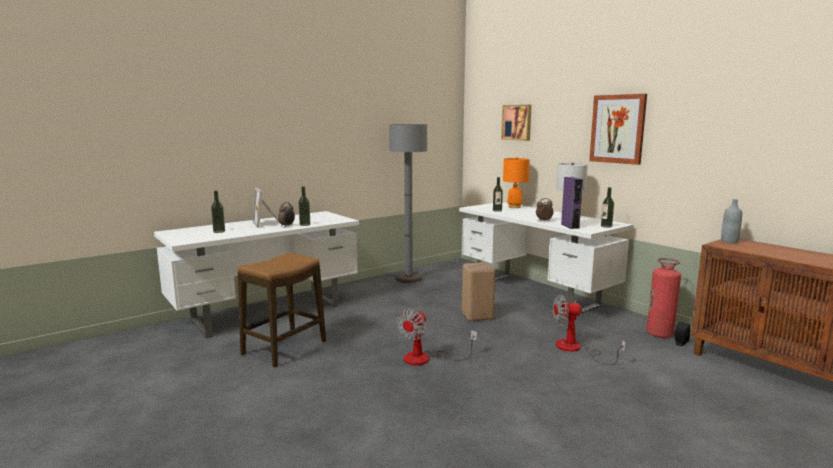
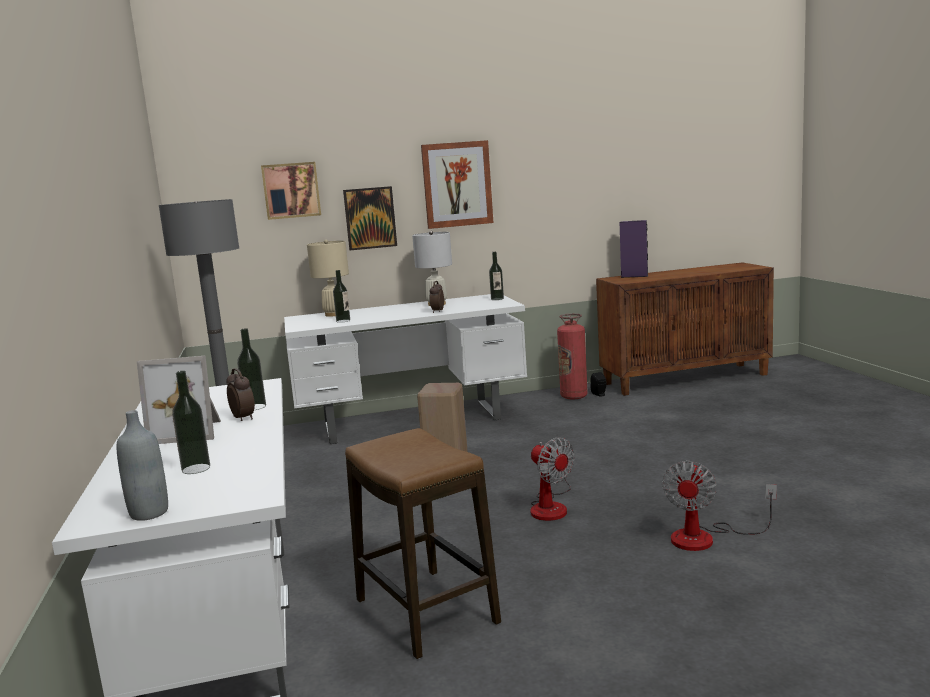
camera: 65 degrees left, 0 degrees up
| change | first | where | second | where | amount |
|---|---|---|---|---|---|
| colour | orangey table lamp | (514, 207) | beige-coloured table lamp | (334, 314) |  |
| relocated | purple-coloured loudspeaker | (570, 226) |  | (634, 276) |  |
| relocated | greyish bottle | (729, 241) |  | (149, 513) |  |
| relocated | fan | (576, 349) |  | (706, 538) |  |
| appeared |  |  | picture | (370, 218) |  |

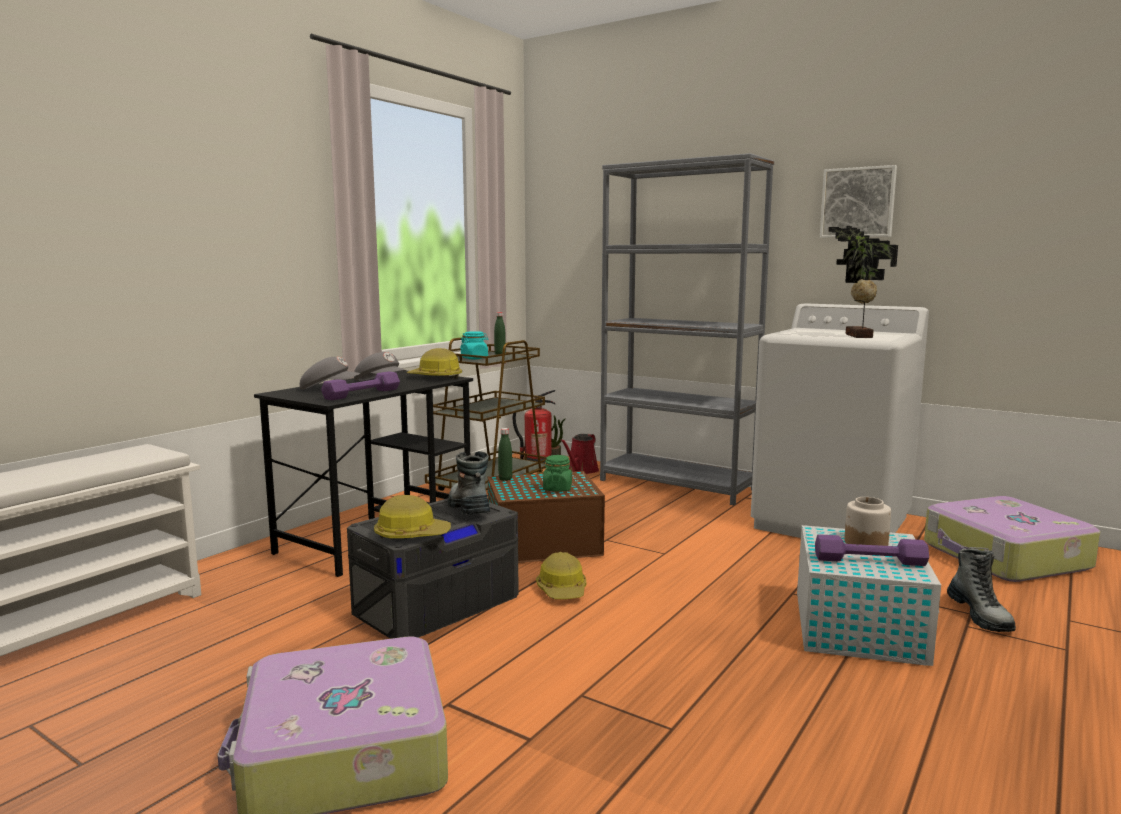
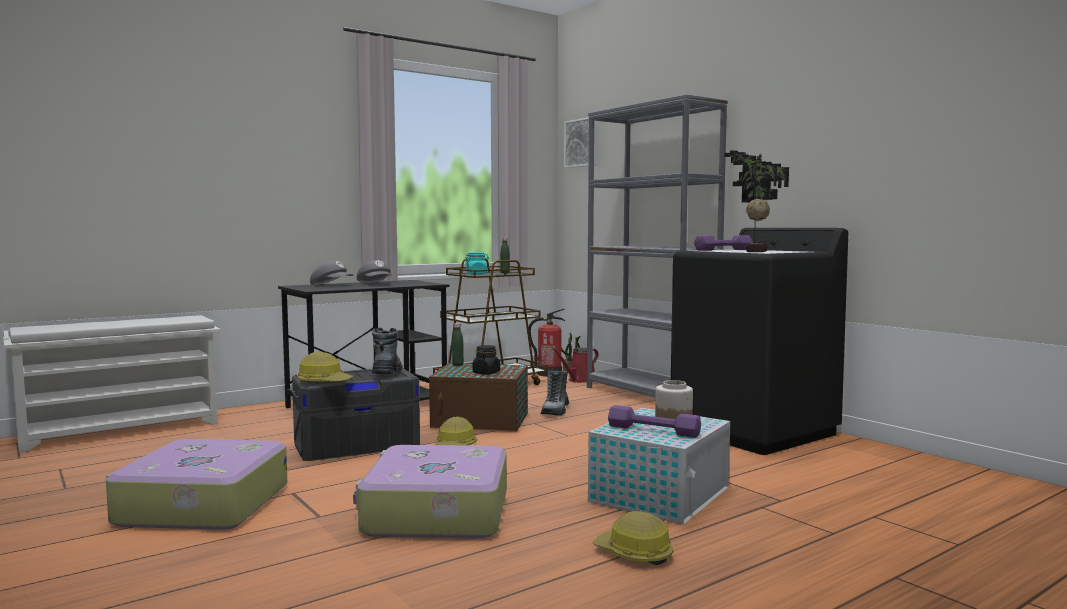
camera: 20 degrees right, 5 degrees down
| change | first | where | second | where | amount |
|---|---|---|---|---|---|
| relocated | picture | (858, 203) |  | (582, 143) |  |
| colour | white laundry appliance | (832, 522) | black-coloured laundry appliance | (754, 431) |  |
| relocated | hard hat | (435, 377) |  | (634, 554) |  |
| relocated | purple-coloured free weight | (362, 394) |  | (723, 250) |  |
| colour | green-coloured jar | (557, 488) | black-coloured jar | (486, 373) |  |
| relocated | suitcase | (1005, 557) |  | (435, 513) |  |
| relocated | high-top boot | (980, 615) |  | (555, 411) |  |

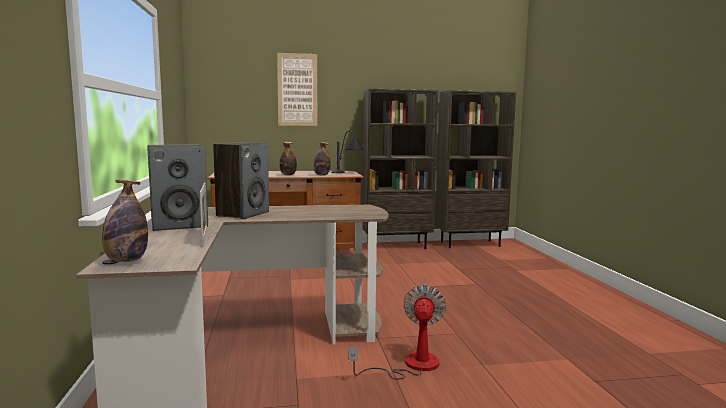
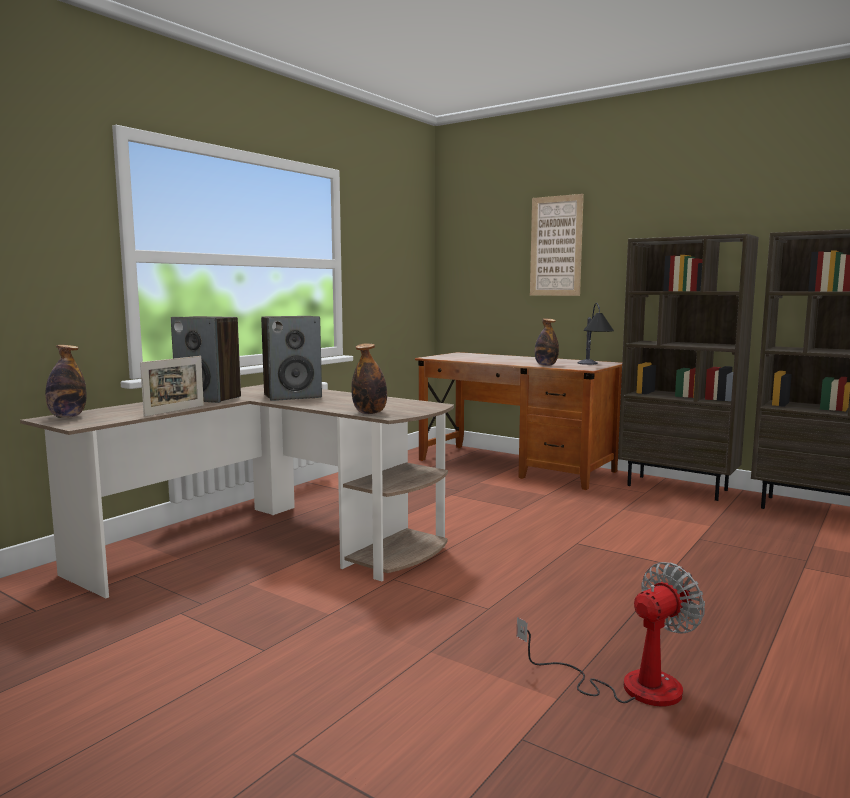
camera: 45 degrees right, 0 degrees up
| change | first | where | second | where | amount |
|---|---|---|---|---|---|
| relocated | bottle | (288, 175) |  | (370, 413) |  |
| relocated | fan | (410, 365) |  | (629, 685) |  |

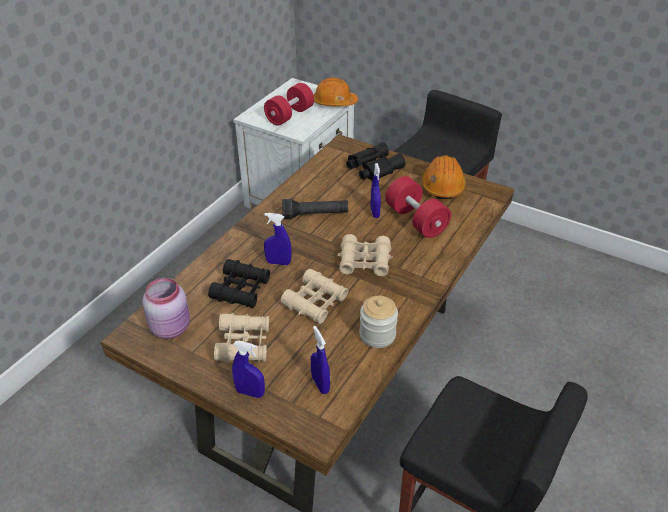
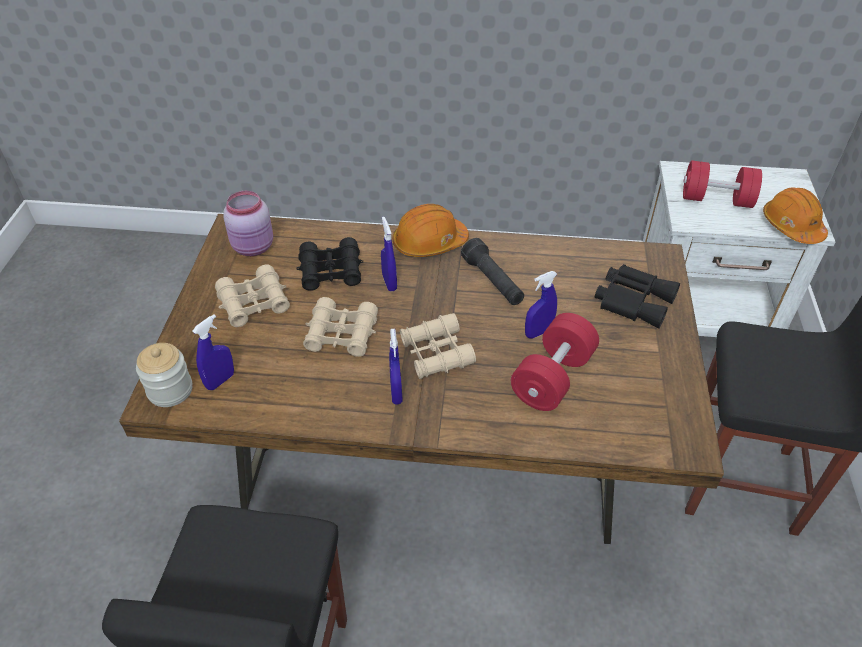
camera: 65 degrees right, 5 degrees up
| change | first | where | second | where | amount |
|---|---|---|---|---|---|
| relocated | orangey hard hat | (442, 186) |  | (429, 243) |  |
| relocated | jar | (377, 335) |  | (170, 390) |  |
| relocated | blue hand sprayer | (250, 392) |  | (396, 393) |  |

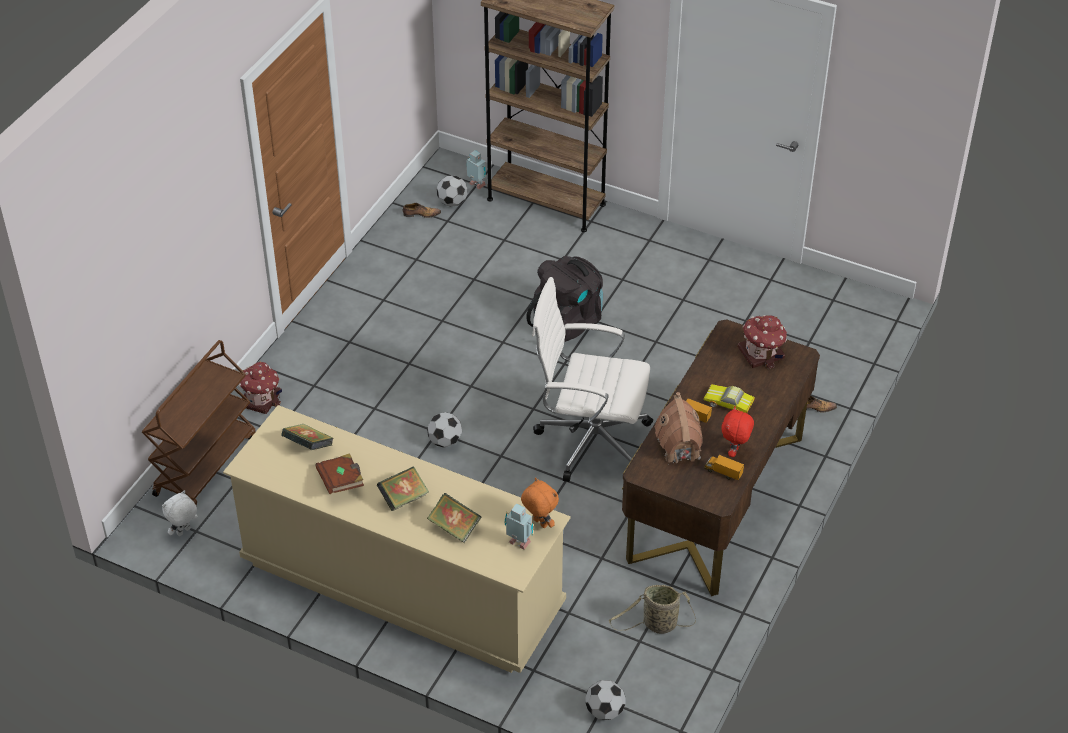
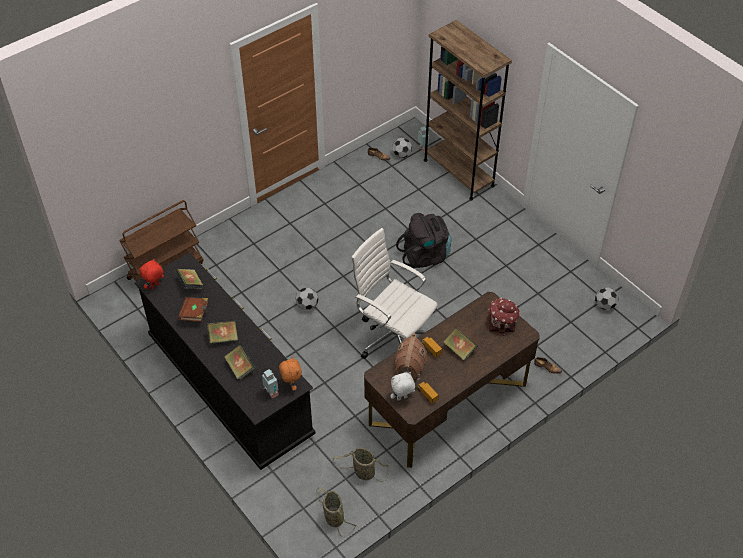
camera: 25 degrees right, 5 degrees up
| change | first | where | second | where | amount |
|---|---|---|---|---|---|
| missing | miniature house | (260, 398) |  |  |  |
| exchanged | model car | (728, 403) | book | (459, 349) |  |
| colour | beige-coloured drawer chest | (402, 584) | black-coloured drawer chest | (230, 386) |  |
| relocated | reddish cuddly toy | (735, 452) |  | (155, 287) |  |
| relocated | white cuddly toy | (184, 532) |  | (402, 398) |  |
| relocated | ball for football | (604, 711) |  | (604, 305) |  |
| appeared |  |  | basket | (333, 517) |  |

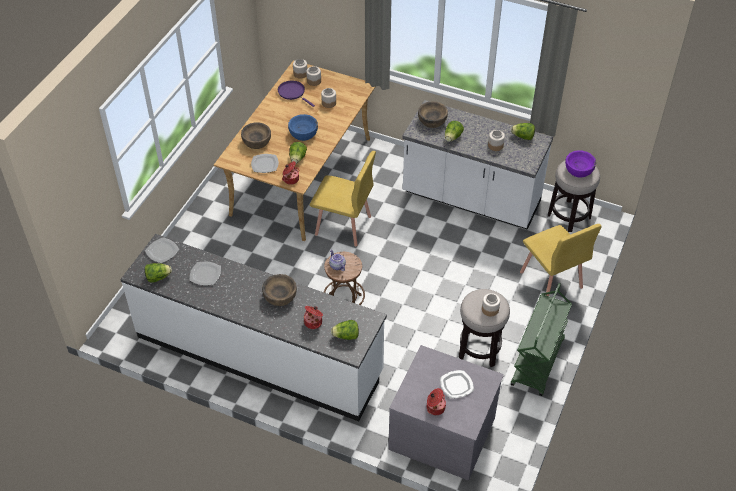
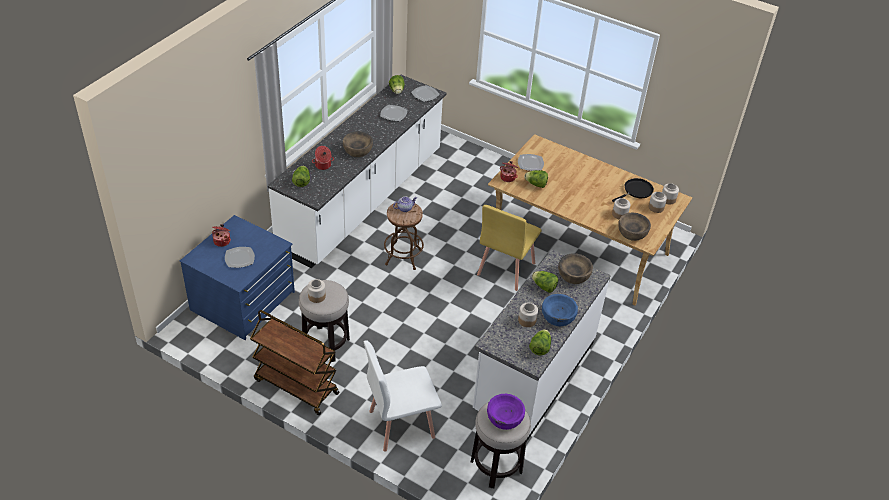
camera: 95 degrees right, 5 degrees down
| change | first | where | second | where | amount |
|---|---|---|---|---|---|
| colour | purple-coloured frying pan | (293, 93) | black-coloured frying pan | (636, 191) |  |
| relocated | blue deep dish | (303, 133) |  | (558, 317) |  |
| relocated | brown deep dish | (256, 141) |  | (632, 232) |  |
| colour | yellow upright chair | (551, 280) | white upright chair | (400, 424) |  |
| colour | green-coloured wheeled cart | (538, 363) | brown wheeled cart | (295, 386) |  |
| colour | greyish drawer chest | (443, 432) | blue drawer chest | (244, 301) |  |

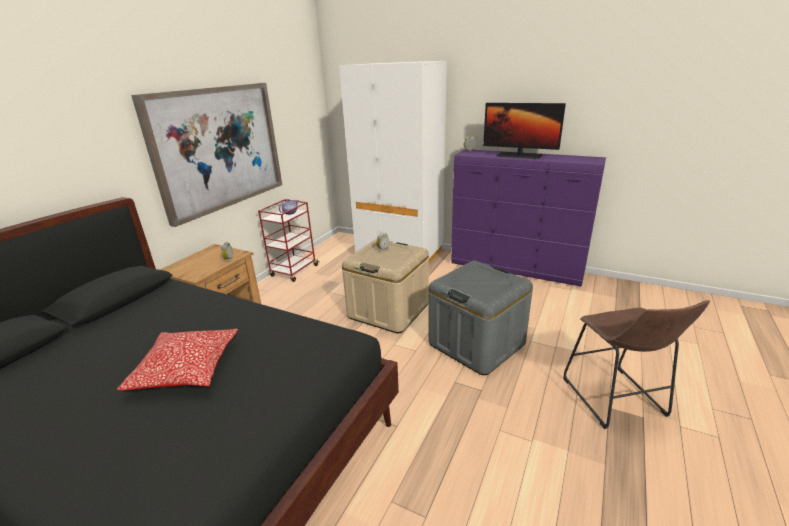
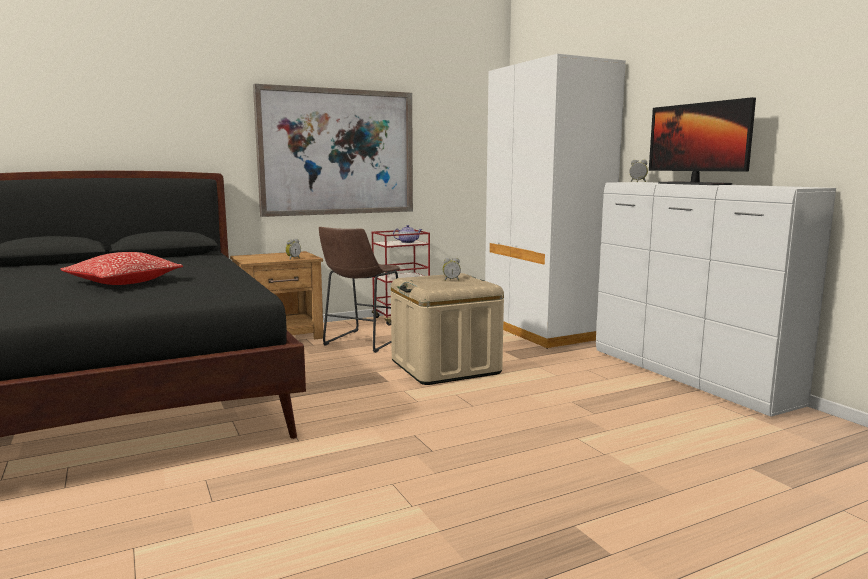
camera: 35 degrees right, 15 degrees down
| change | first | where | second | where | amount |
|---|---|---|---|---|---|
| colour | purple-coloured drawer chest | (516, 269) | white drawer chest | (687, 377) |  |
| missing | greyish storage container | (476, 343) |  |  |  |
| relocated | brown sitting stool | (615, 401) |  | (362, 342) |  |

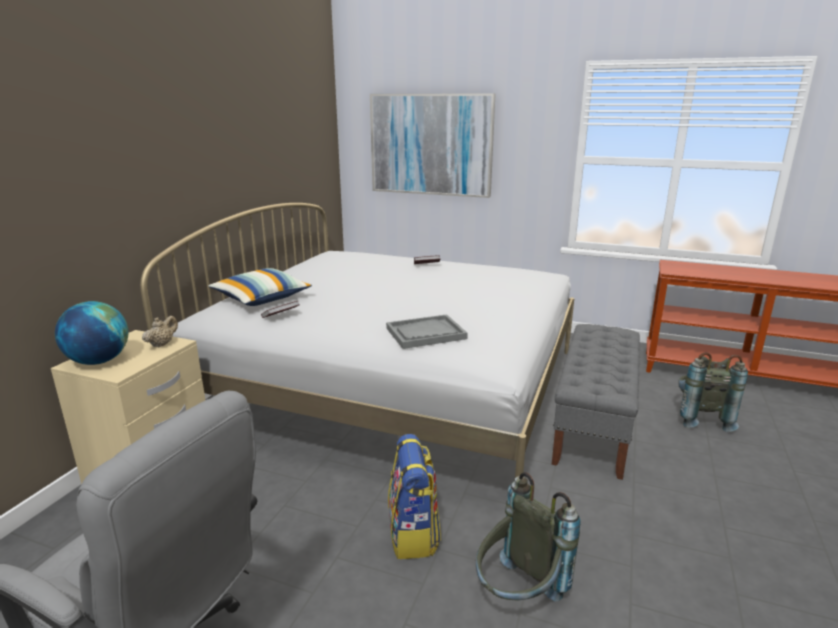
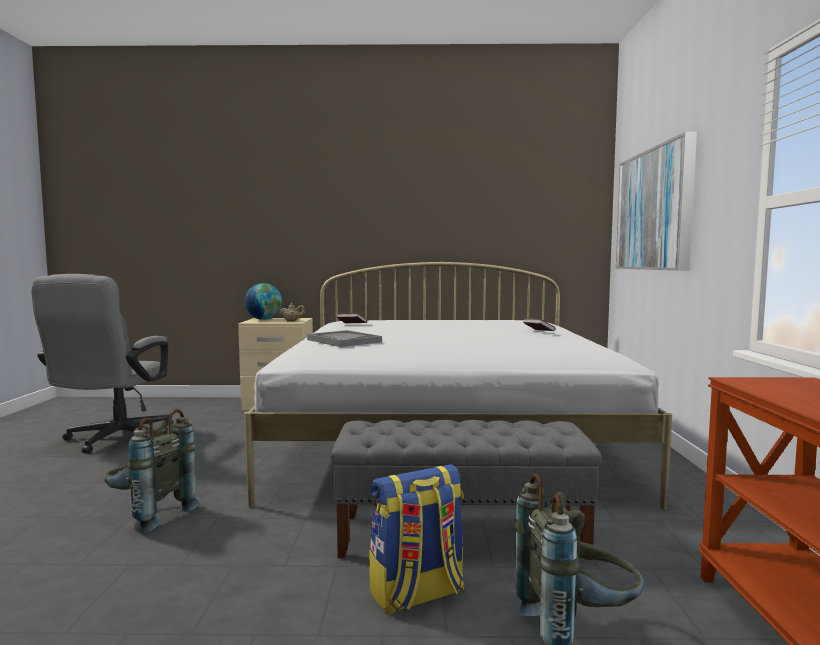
camera: 70 degrees right, 15 degrees down
| change | first | where | second | where | amount |
|---|---|---|---|---|---|
| missing | pillow | (261, 298) |  |  |  |
| relocated | knapsack | (414, 534) |  | (417, 594) |  |

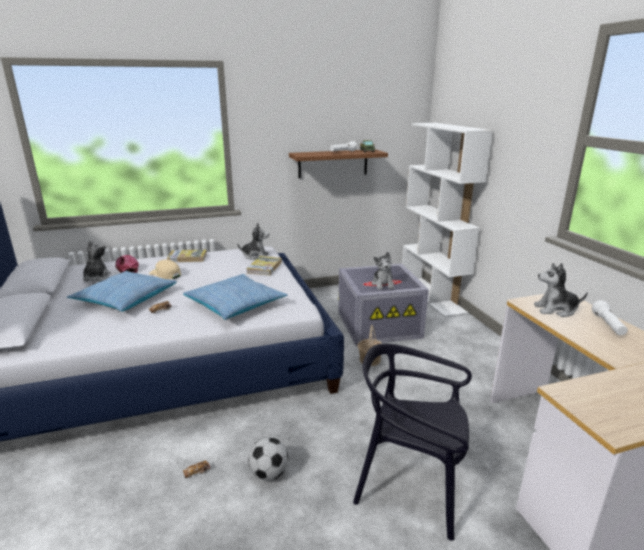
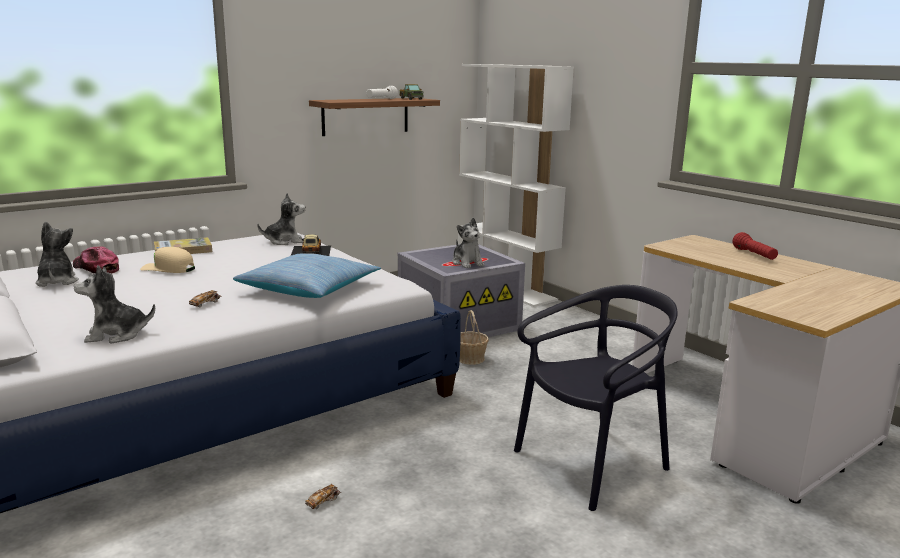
camera: 20 degrees left, 5 degrees down
| change | first | where | second | where | amount |
|---|---|---|---|---|---|
| exchanged | book | (264, 267) | model car | (310, 251) |  |
| relocated | cuddly toy | (555, 310) |  | (116, 335) |  |
| missing | pillow | (125, 298) |  |  |  |
| colour | white flashlight | (608, 325) | reddish flashlight | (754, 255) |  |
| spun | black-coloured upright chair | (410, 486) |  | (592, 464) | 150 degrees clockwise |
| missing | ball for football | (269, 474) |  |  |  |

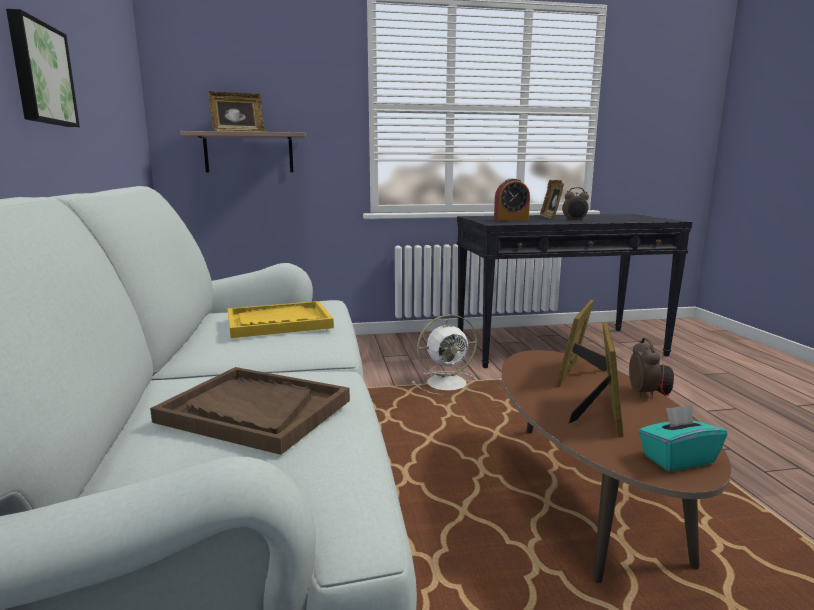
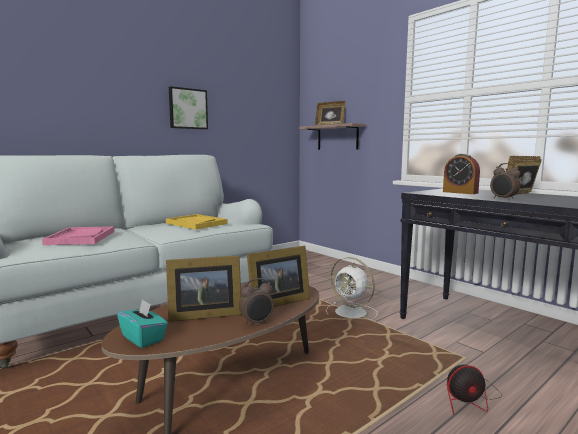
camera: 60 degrees right, 5 degrees down
| change | first | where | second | where | amount |
|---|---|---|---|---|---|
| spun | standing frame | (578, 373) |  | (276, 302) | 150 degrees clockwise |
| colour | brown serving tray | (254, 411) | pink serving tray | (81, 237) |  |

